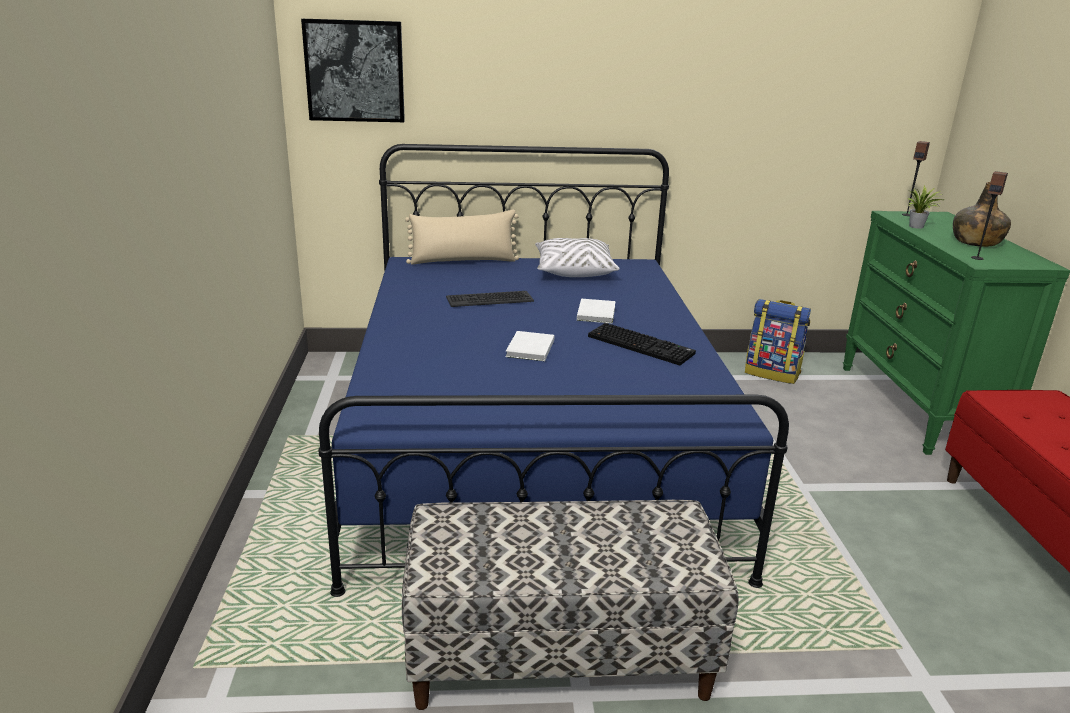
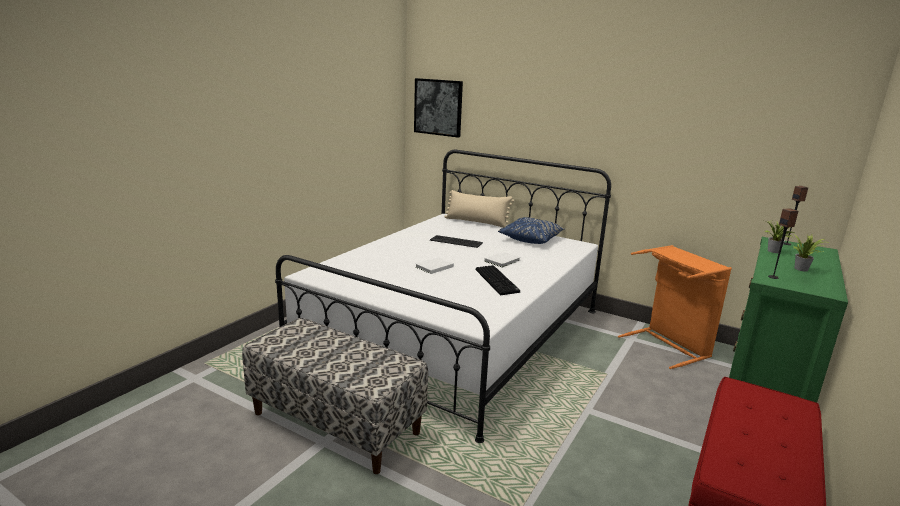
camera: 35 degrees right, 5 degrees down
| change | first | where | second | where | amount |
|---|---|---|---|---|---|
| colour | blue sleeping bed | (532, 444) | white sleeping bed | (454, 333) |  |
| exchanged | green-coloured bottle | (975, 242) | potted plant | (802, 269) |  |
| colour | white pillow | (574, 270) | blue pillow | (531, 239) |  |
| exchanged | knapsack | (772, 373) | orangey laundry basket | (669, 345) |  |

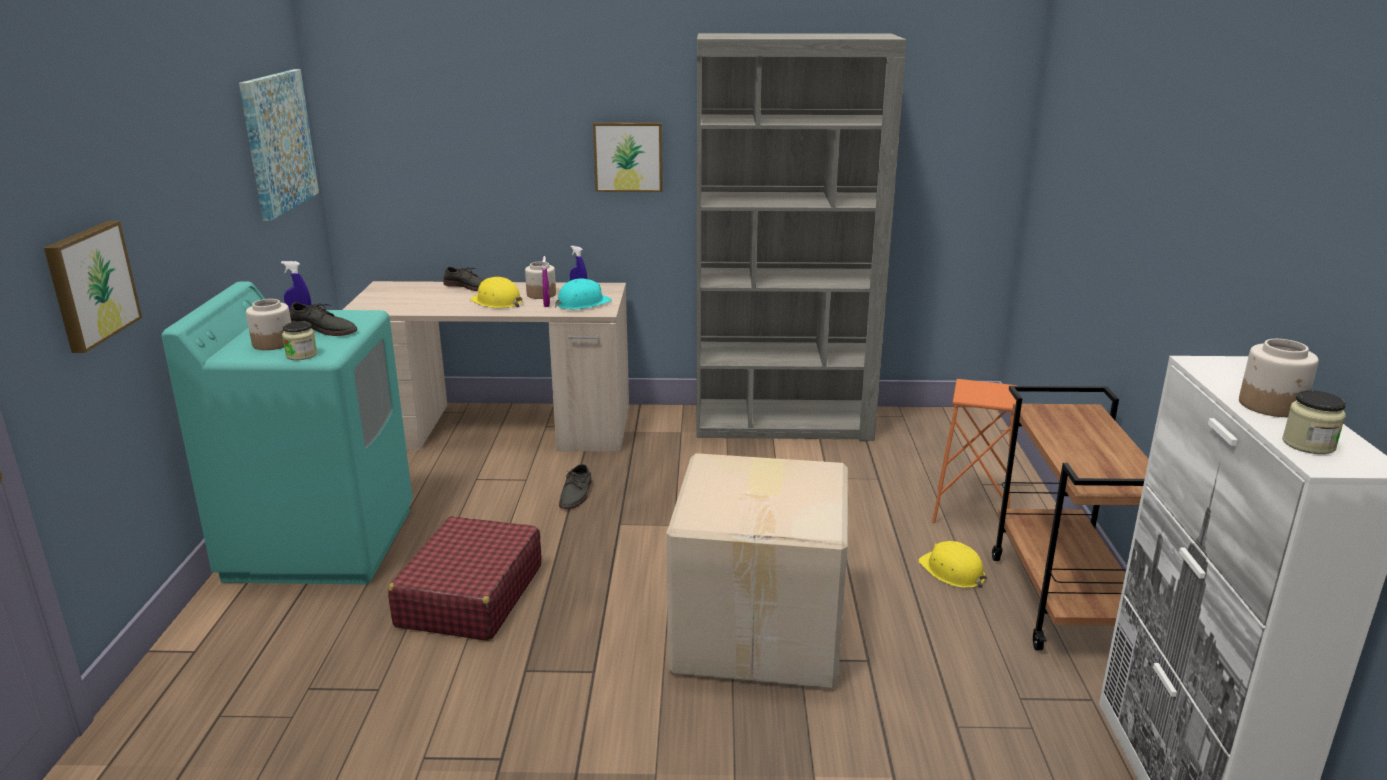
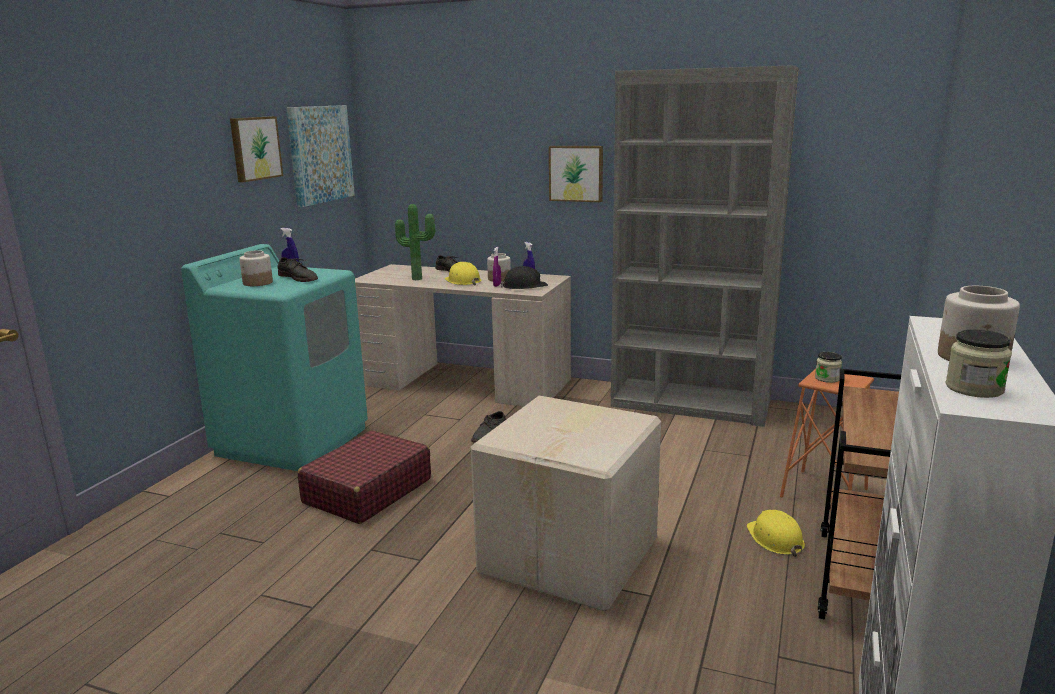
camera: 20 degrees right, 5 degrees down
| change | first | where | second | where | amount |
|---|---|---|---|---|---|
| relocated | picture | (90, 285) |  | (254, 148) |  |
| colour | blue-green hard hat | (582, 303) | black-coloured hard hat | (524, 286) |  |
| relocated | jar | (301, 355) |  | (827, 378) |  |
| appeared |  |  | potted plant | (418, 278) |  |

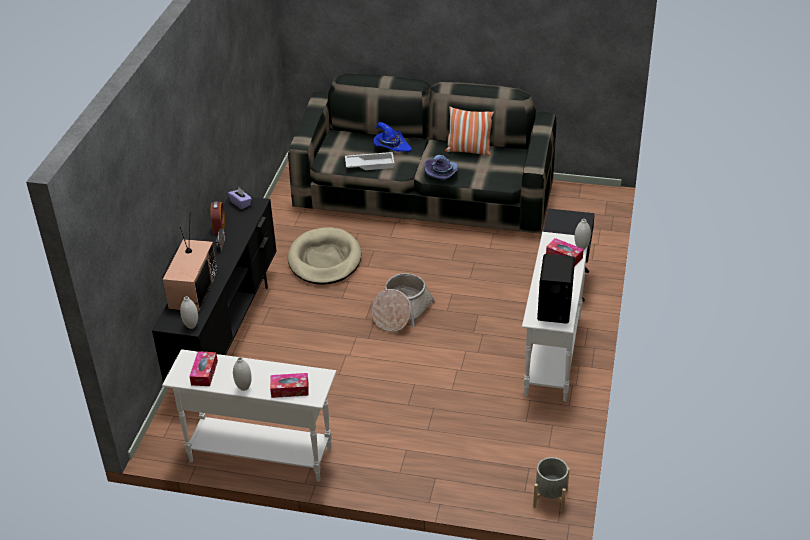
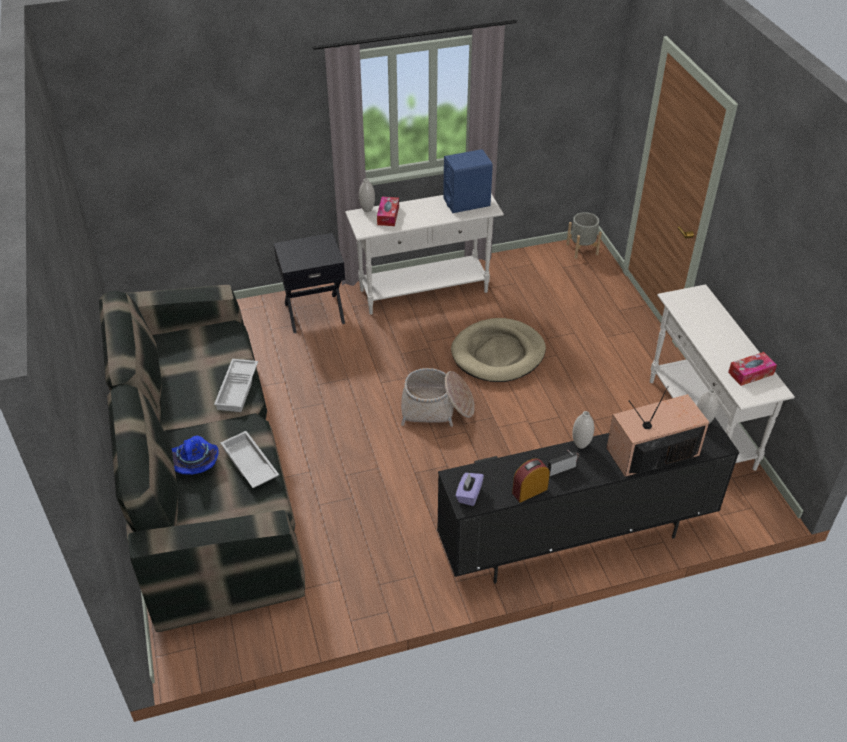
camera: 120 degrees left, 5 degrees up
| change | first | where | second | where | amount |
|---|---|---|---|---|---|
| missing | pillow | (468, 151) |  |  |  |
| exchanged | purple-coloured wearable hat | (442, 174) | white serving tray | (238, 389) |  |
| relocated | beige-coloured pet bed | (324, 260) |  | (498, 353) |  |
| colour | black-coloured loudspeaker | (554, 308) | blue loudspeaker | (467, 202) |  |
| relocated | white decorative vase | (244, 387) |  | (581, 444) |  |
| missing | tissue holder | (290, 389) |  |  |  |

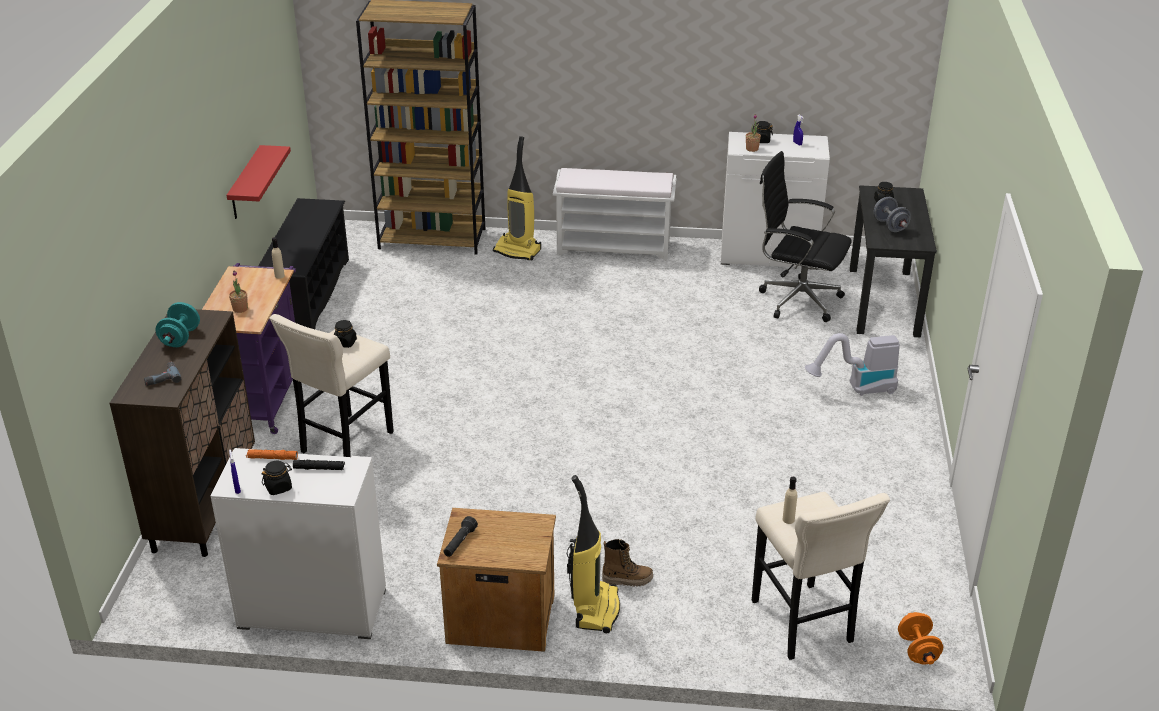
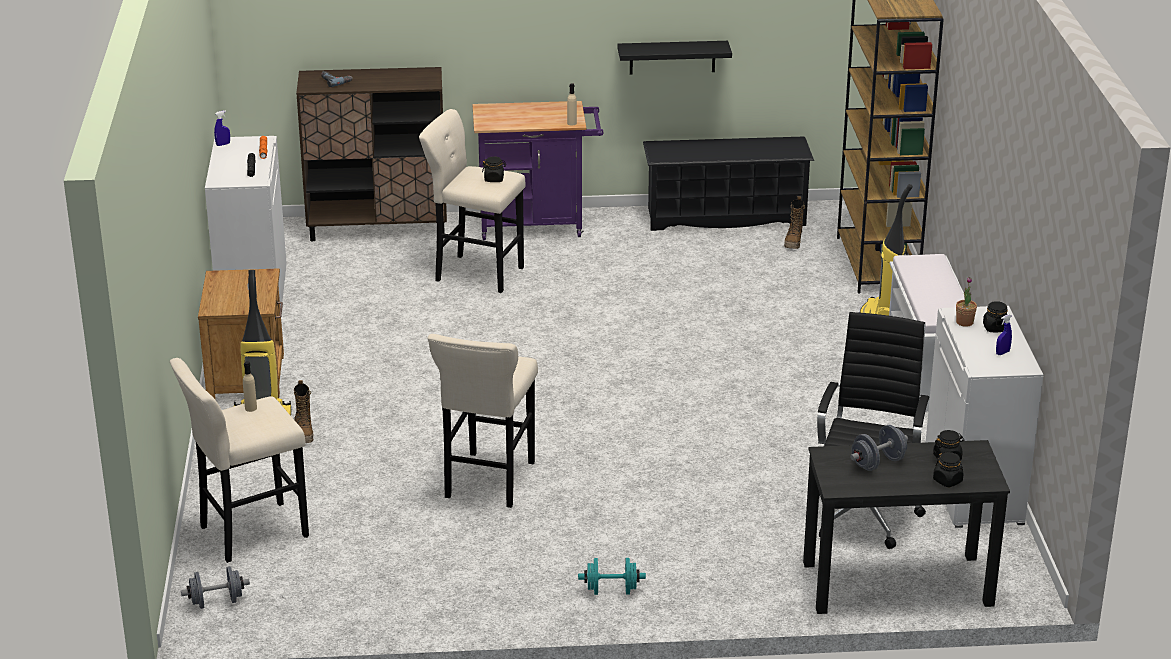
camera: 80 degrees right, 5 degrees down
| change | first | where | second | where | amount |
|---|---|---|---|---|---|
| colour | reddish shelf | (245, 184) | black-coloured shelf | (672, 57) |  |
| missing | potted plant | (240, 309) |  |  |  |
| relocated | blue-green free weight | (180, 338) |  | (611, 591) |  |
| missing | hoover | (856, 389) |  |  |  |
| relocated | black-coloured jar | (278, 487) |  | (947, 481) |  |
| missing | black-coloured flashlight | (459, 543) |  |  |  |
| colour | orangey free weight | (917, 650) | greyish free weight | (216, 602) |  |
| appeared |  |  | high-top boot | (793, 242) |  |
| appeared |  |  | beige-coloured sitting stool | (488, 483) |  |

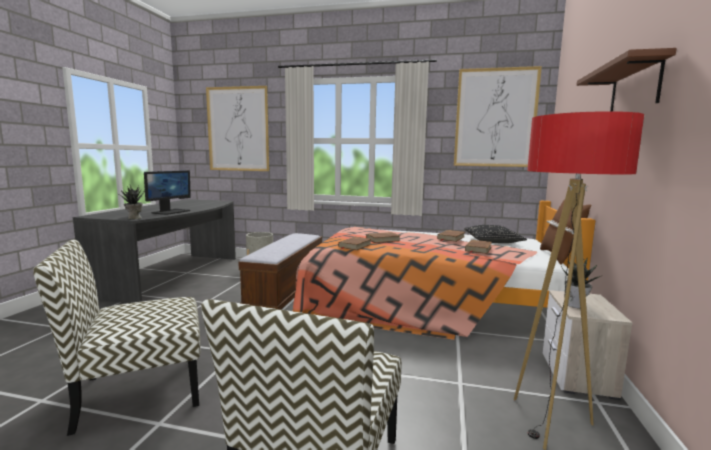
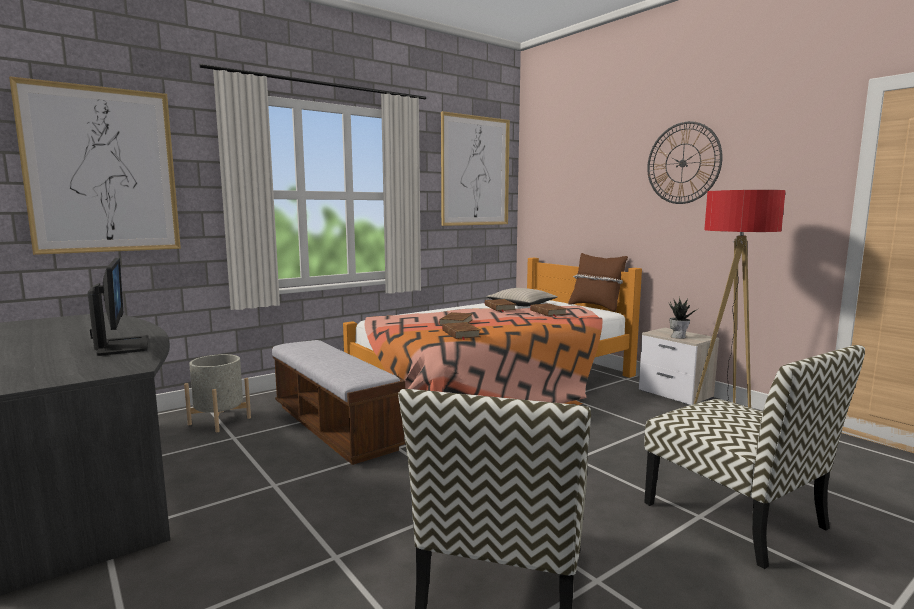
camera: 50 degrees left, 0 degrees up
| change | first | where | second | where | amount |
|---|---|---|---|---|---|
| exchanged | brown shelf | (634, 88) | hanging clock | (683, 163) |  |
| missing | potted plant | (134, 218) |  |  |  |
| colour | black-coloured pillow | (492, 240) | beige-coloured pillow | (521, 304) |  |

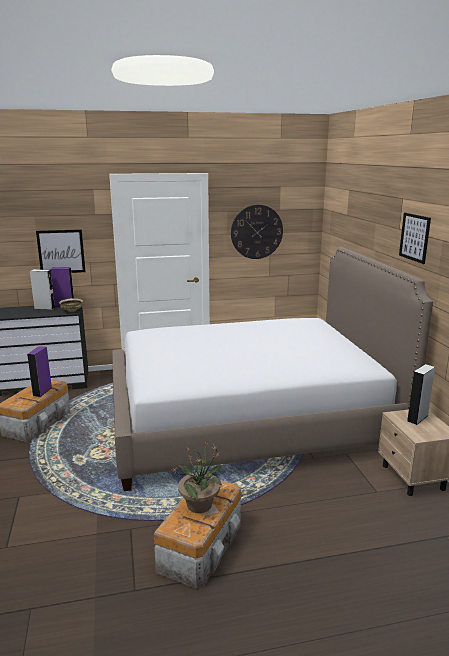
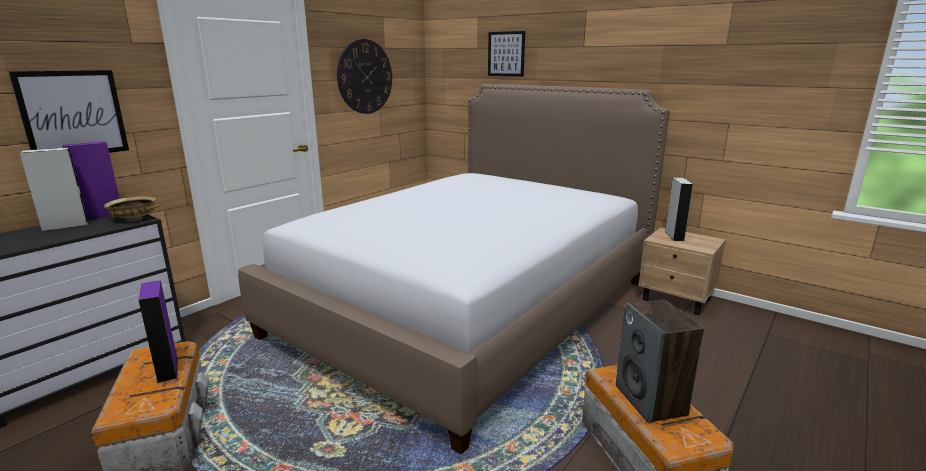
camera: 40 degrees left, 0 degrees up
| change | first | where | second | where | amount |
|---|---|---|---|---|---|
| relocated | picture | (414, 237) |  | (506, 54) |  |
| exchanged | potted plant | (200, 504) | loudspeaker | (651, 400) |  |

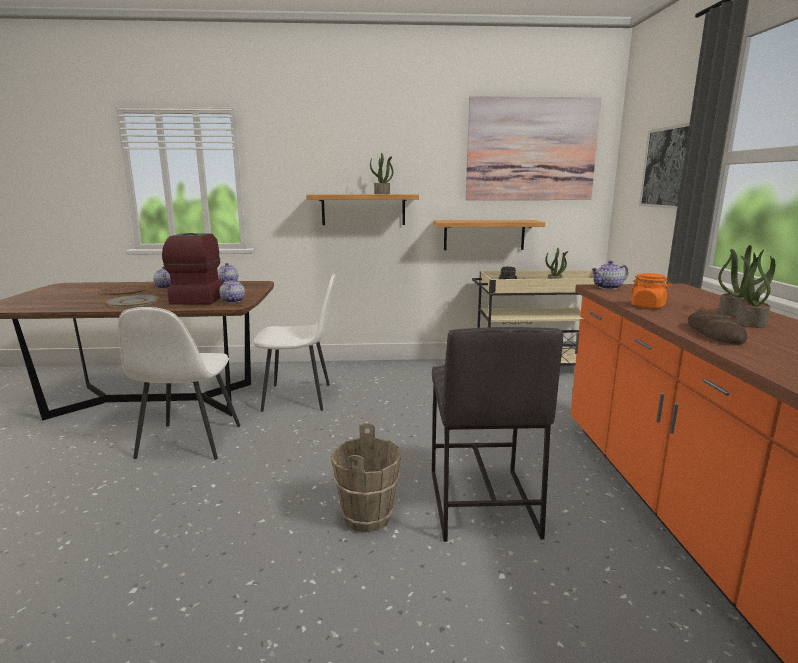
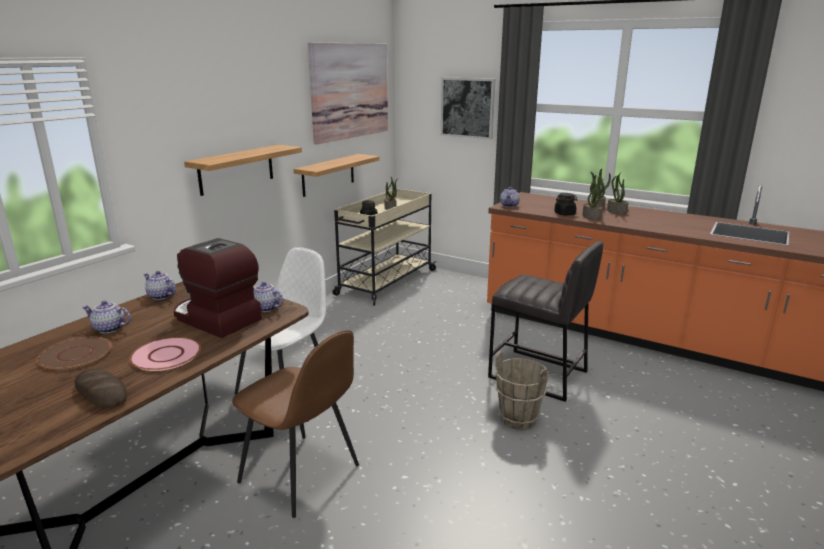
camera: 55 degrees left, 5 degrees up
| change | first | where | second | where | amount |
|---|---|---|---|---|---|
| relocated | potted plant | (382, 194) |  | (592, 217) |  |
| colour | orangey jar | (648, 306) | black-coloured jar | (565, 214) |  |
| colour | greyish dinner plate | (133, 302) | pink dinner plate | (166, 355) |  |
| colour | white upright chair | (188, 443) | brown upright chair | (301, 475) |  |
| relocated | bread | (714, 333) |  | (101, 393) |  |

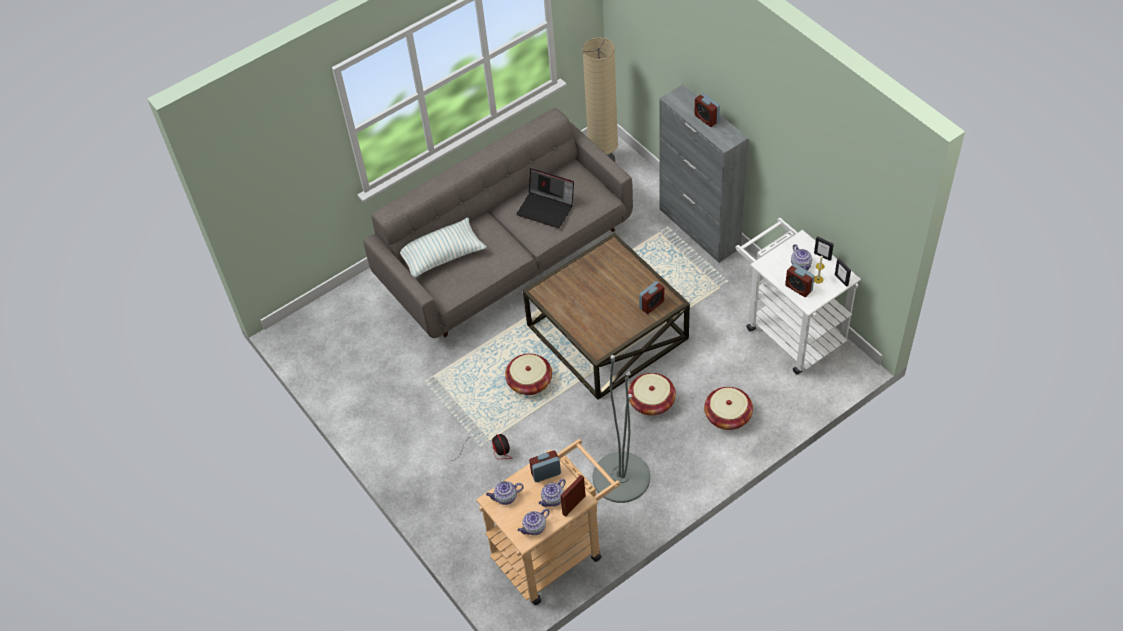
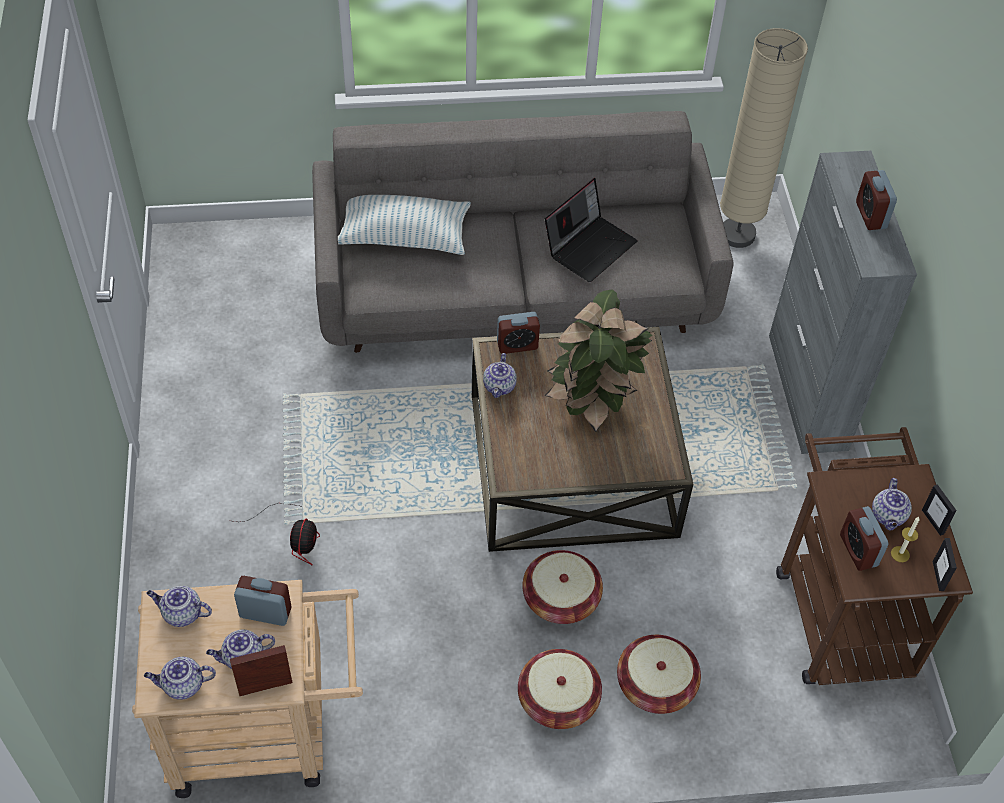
camera: 25 degrees right, 0 degrees up
| change | first | where | second | where | amount |
|---|---|---|---|---|---|
| spun | portable computer | (547, 208) |  | (590, 246) | 105 degrees counterclockwise |
| colour | white wheeled cart | (789, 329) | brown wheeled cart | (840, 609) |  |
| relocated | alarm clock | (651, 305) |  | (517, 345) |  |
| relocated | basket | (529, 382) |  | (558, 699) |  |
| missing | greyish standard lamp | (621, 477) |  |  |  |
| appeared |  |  | potted plant | (593, 403) |  |
| appeared |  |  | tea pot | (500, 386) |  |

